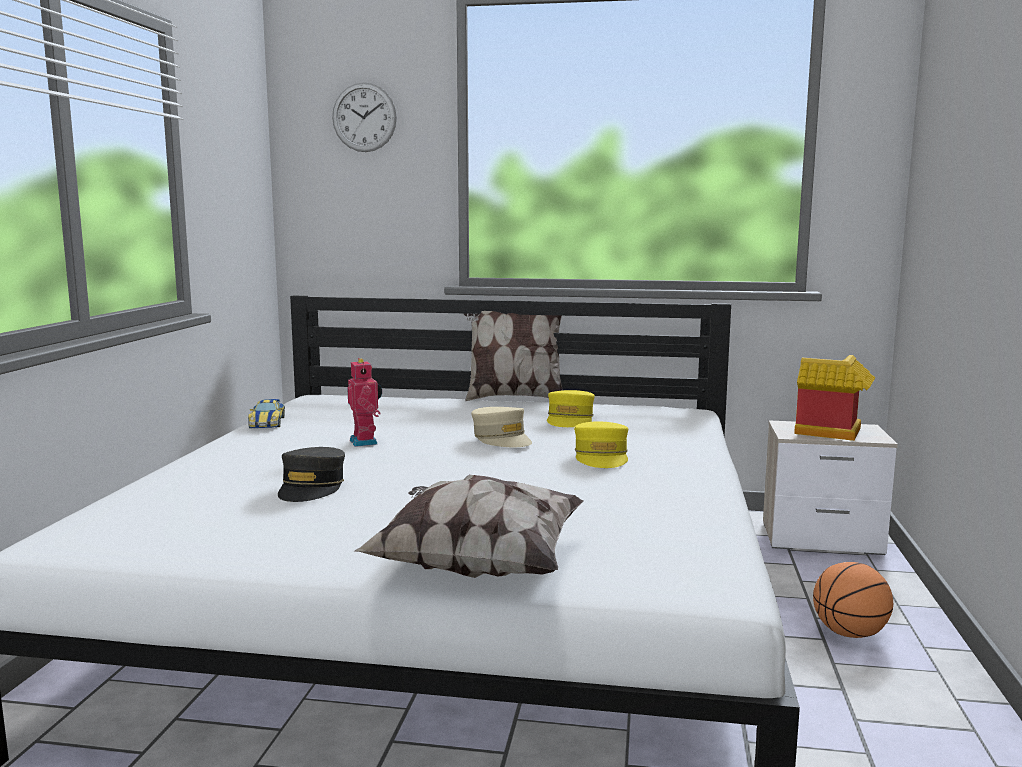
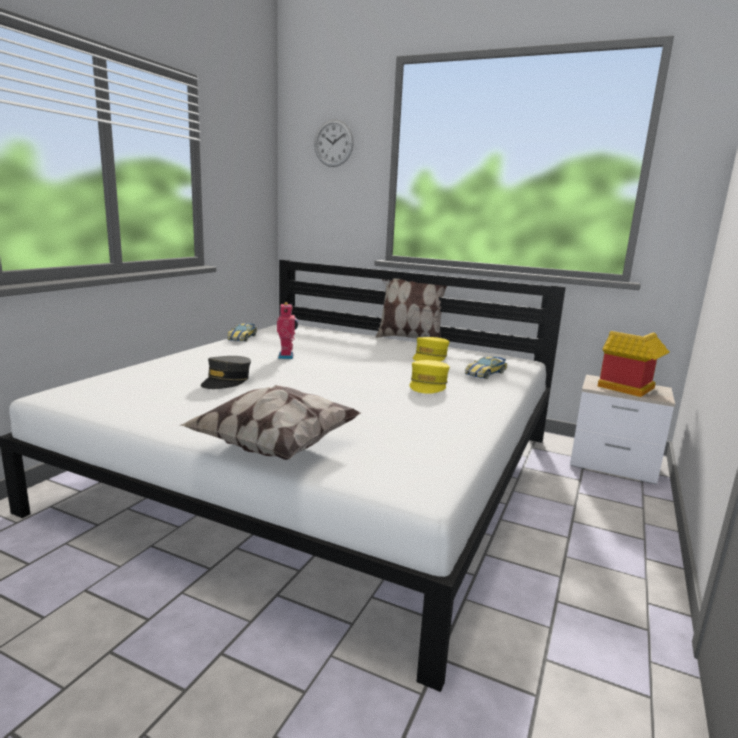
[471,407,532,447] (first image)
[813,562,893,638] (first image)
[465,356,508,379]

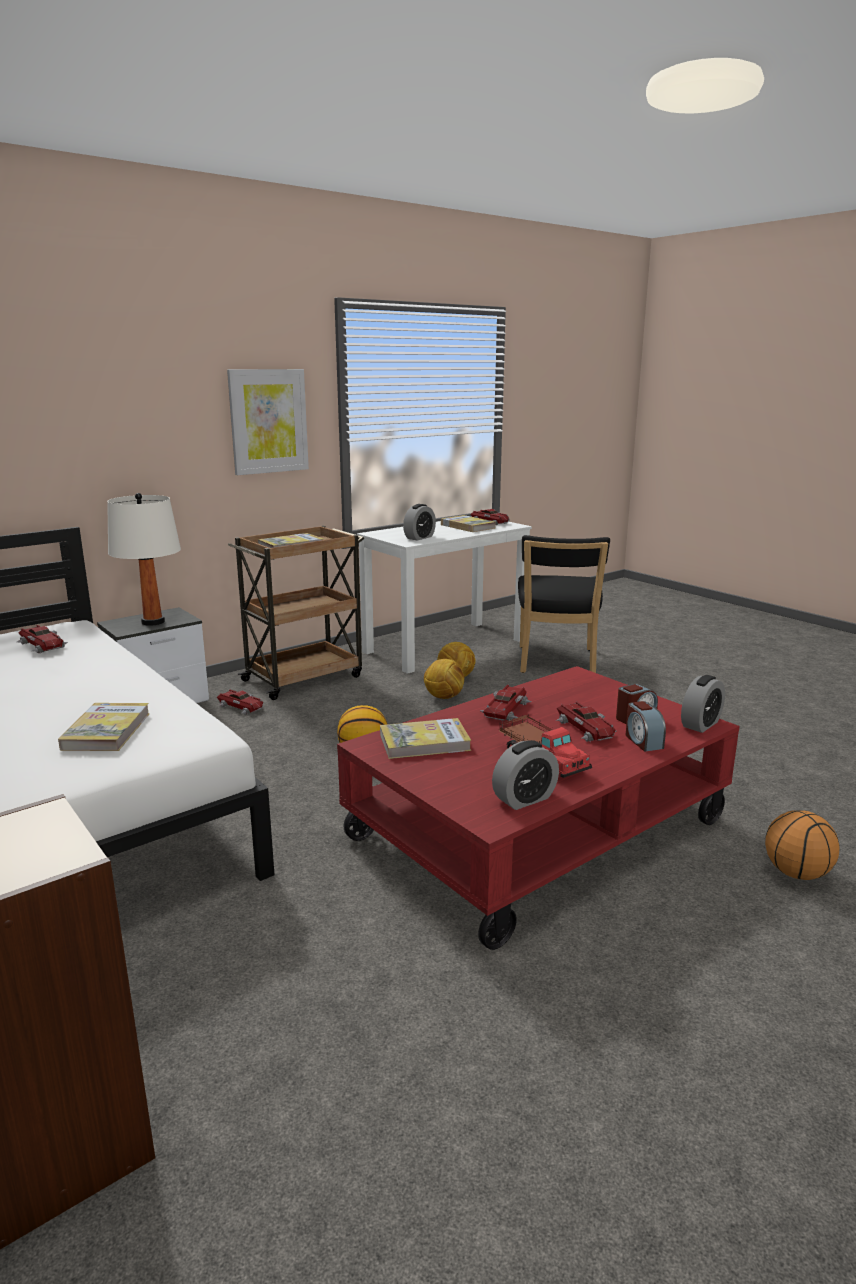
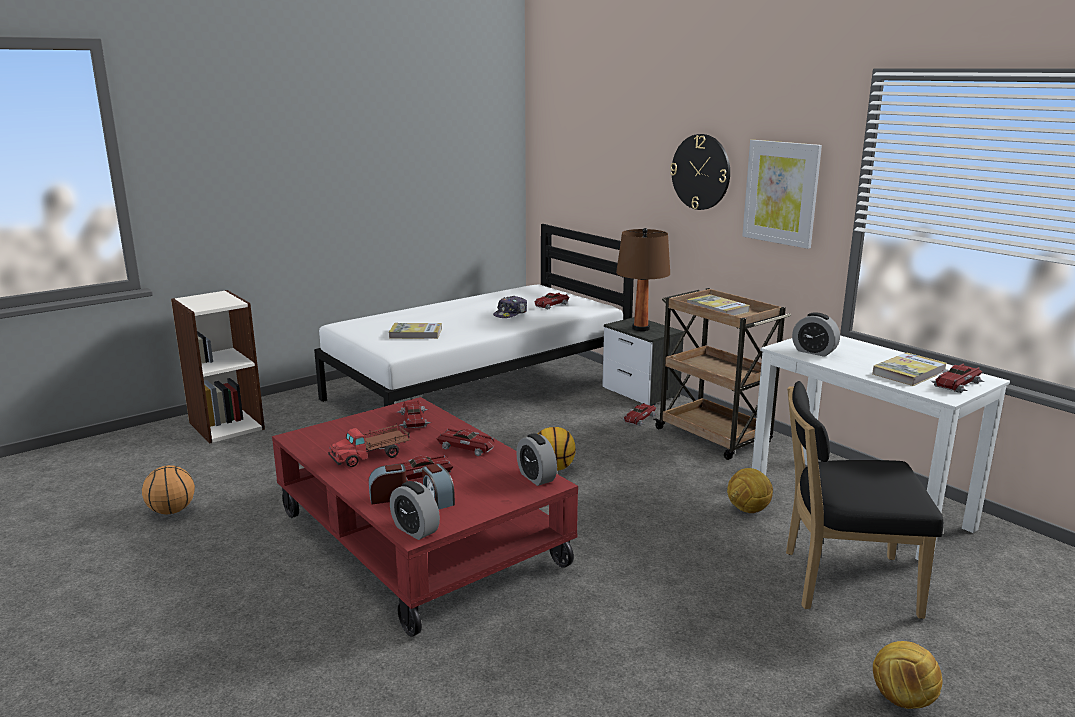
[616,228,670,331]
[873,641,943,709]
[398,400,431,429]
[516,433,557,486]
[142,465,195,514]
[670,134,730,210]
[493,296,527,318]

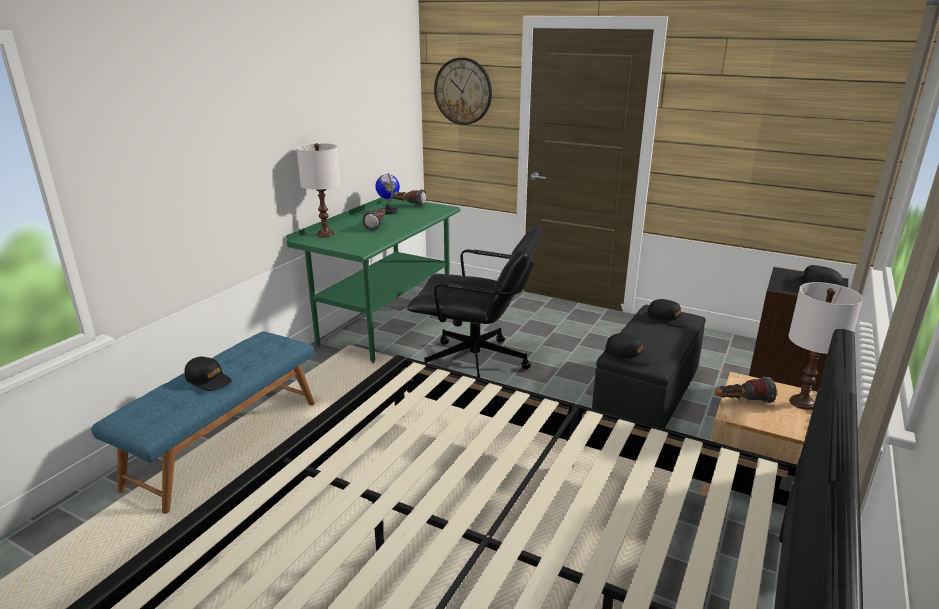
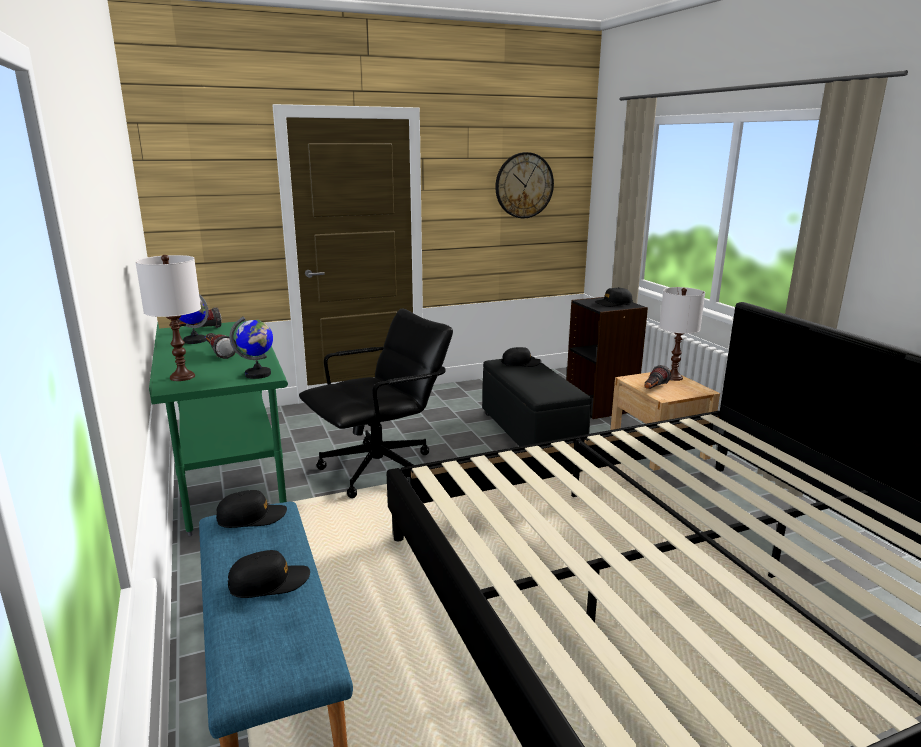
[495,152,554,218]
[216,490,287,528]
[229,316,273,379]

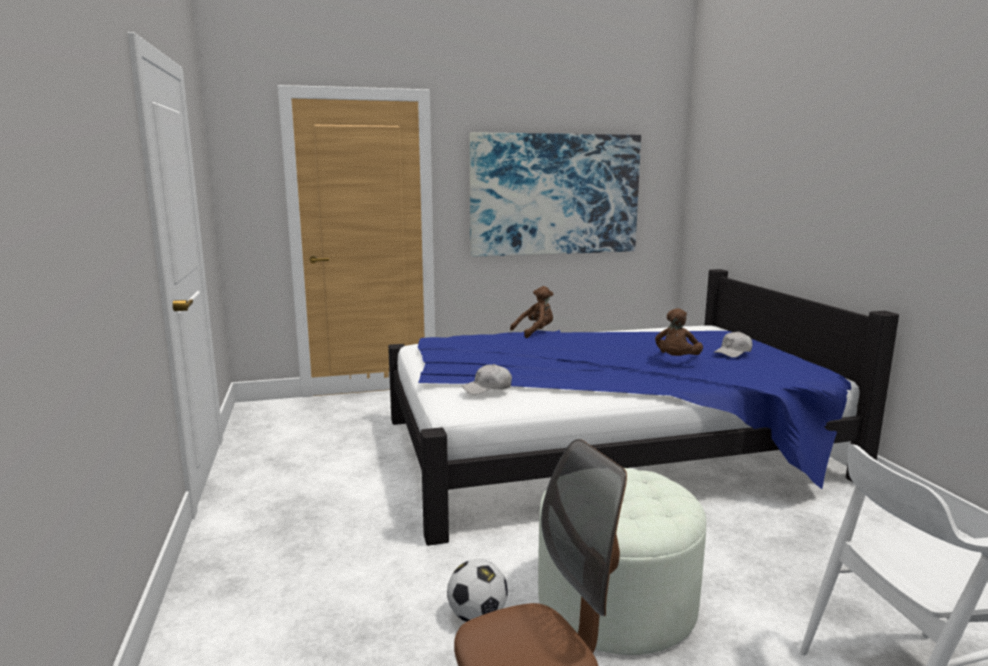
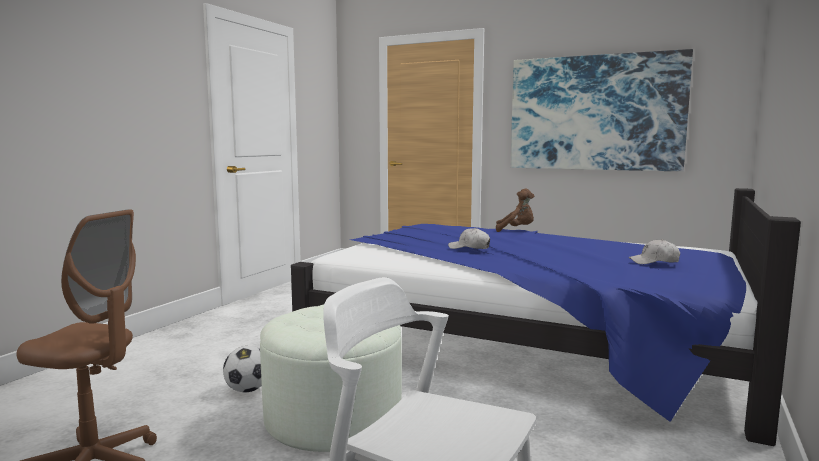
[655,308,703,356] (first image)
[448,228,490,249]

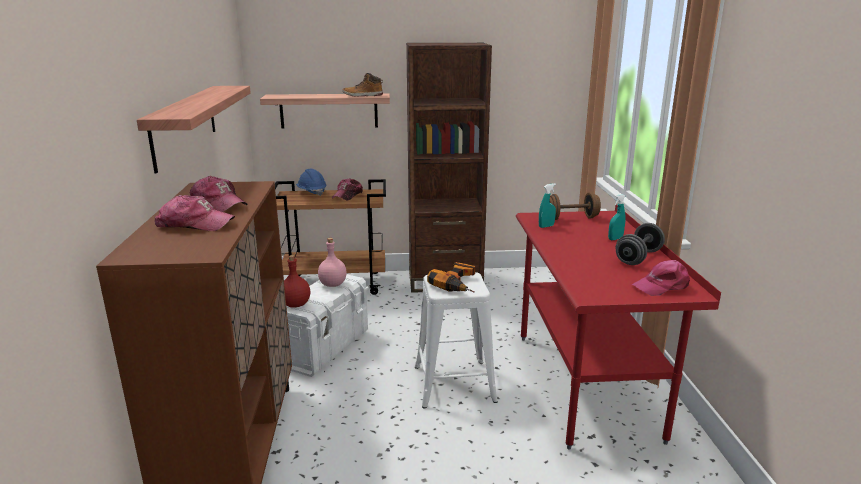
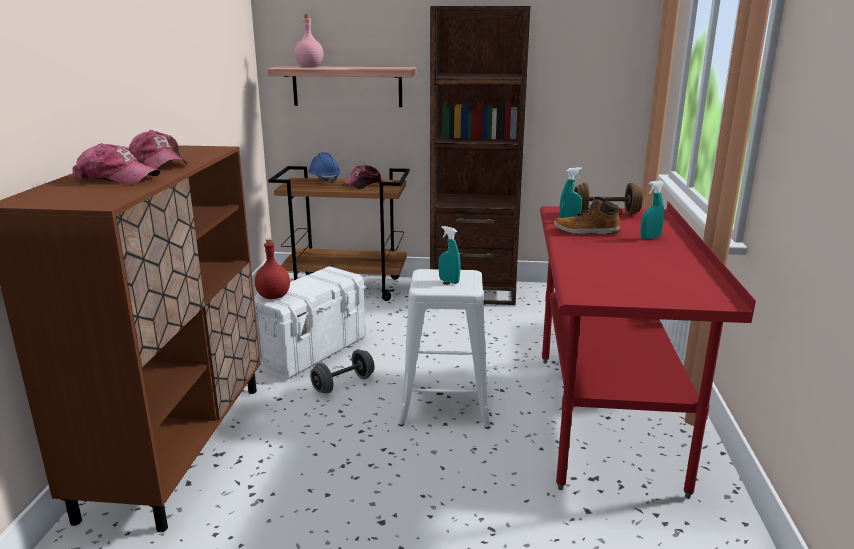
[554,197,622,235]
[137,86,251,174] (first image)
[310,349,374,394]
[295,15,323,67]
[632,260,690,296] (first image)
[439,226,461,284]

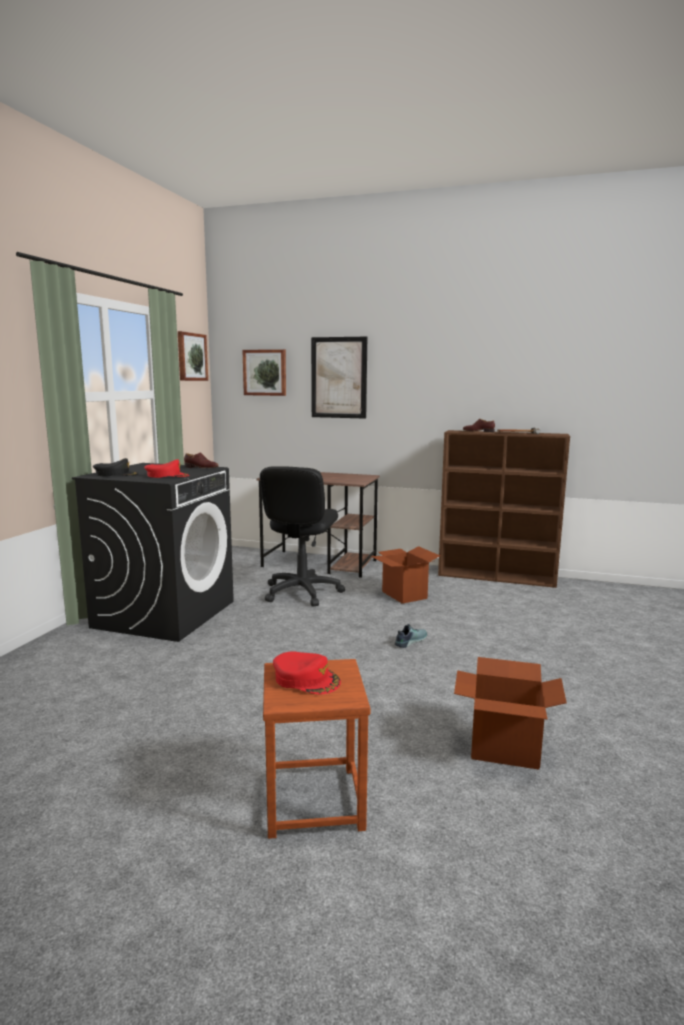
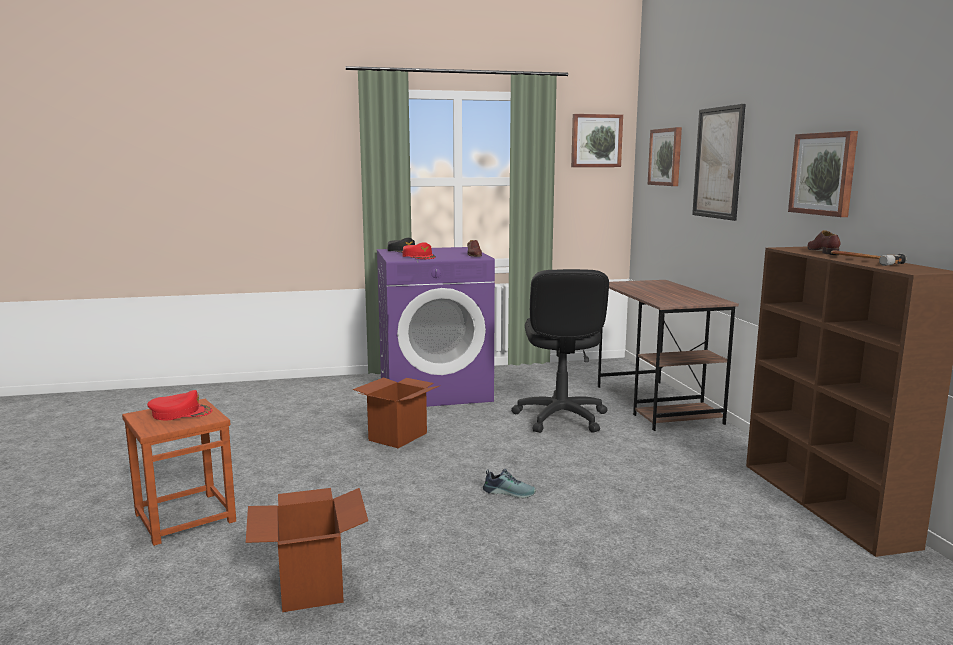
[377,247,495,407]
[511,269,609,433]
[353,377,439,448]
[147,390,213,421]
[788,131,858,217]

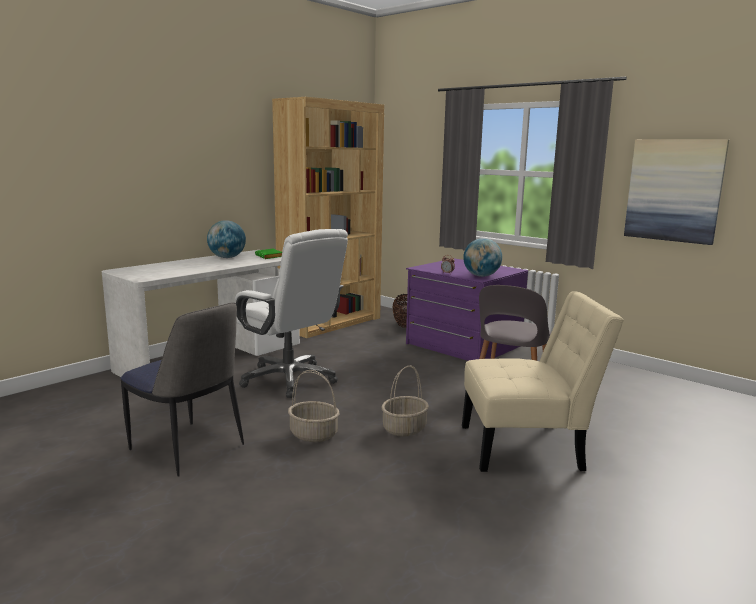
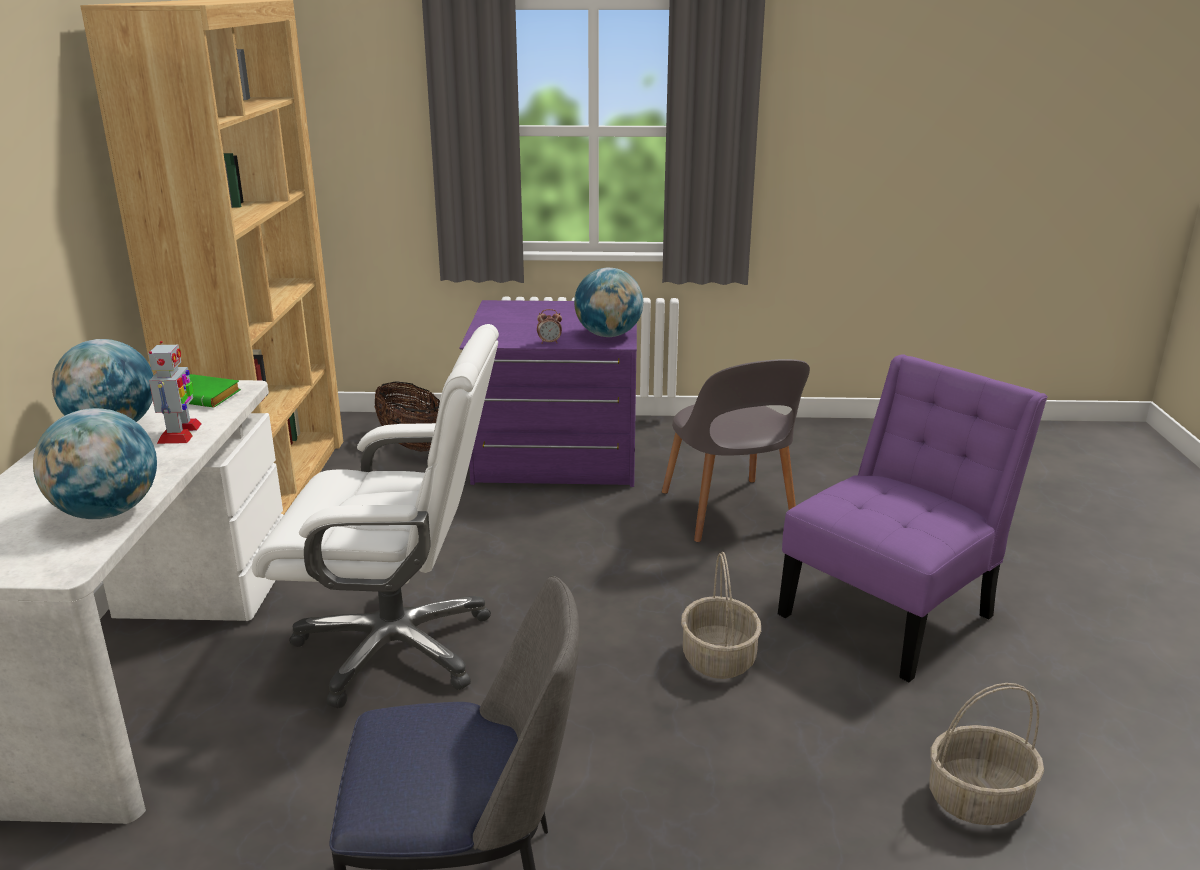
[624,139,729,245] (first image)
[778,354,1048,682]
[930,683,1044,825]
[148,341,202,444]
[33,408,157,519]

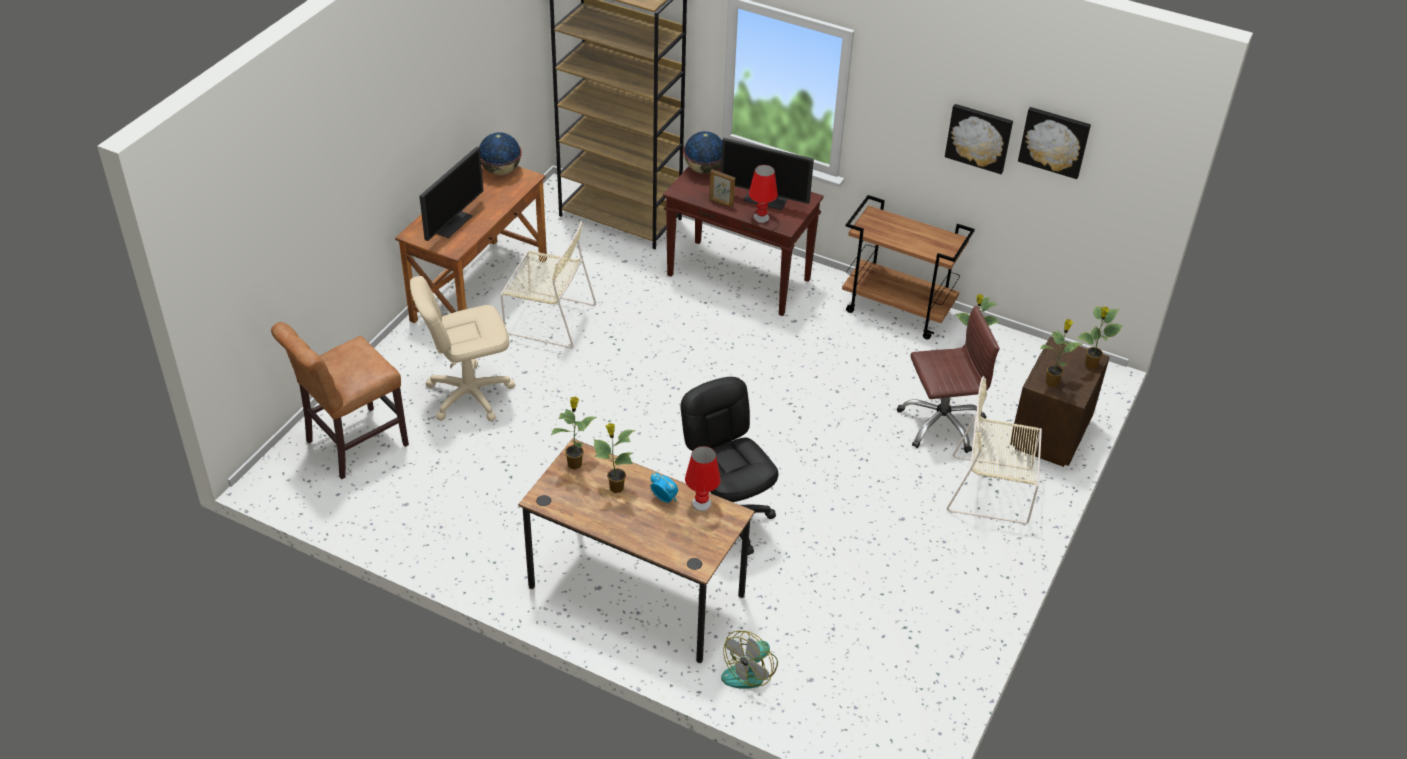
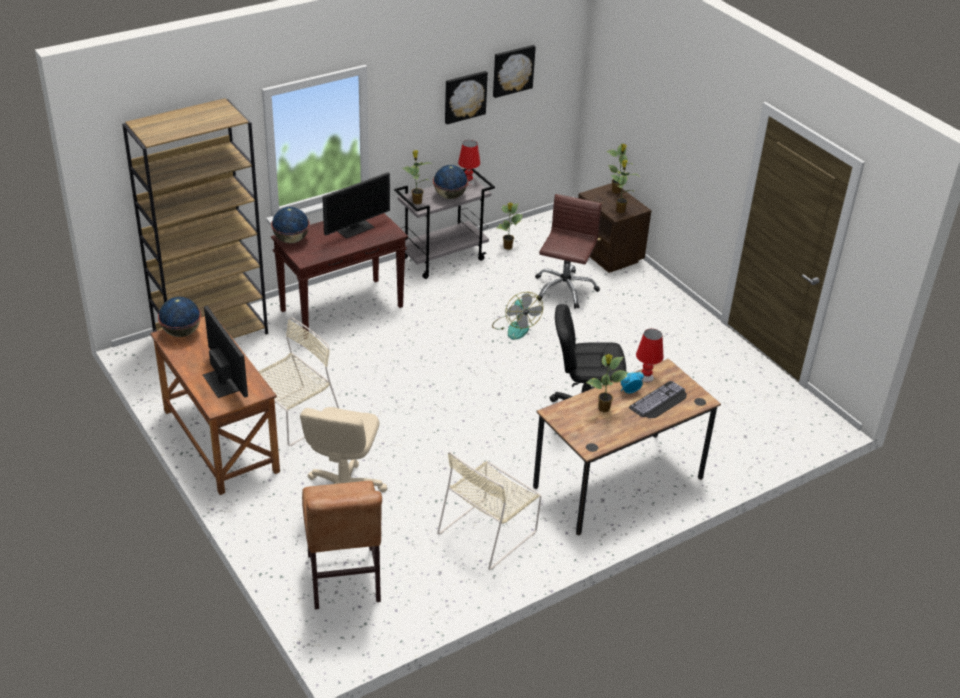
[458,140,480,186]
[709,169,735,208] (first image)
[394,169,495,279]
[437,452,541,570]
[403,150,432,204]
[492,292,543,340]
[433,165,468,199]
[629,381,687,418]

